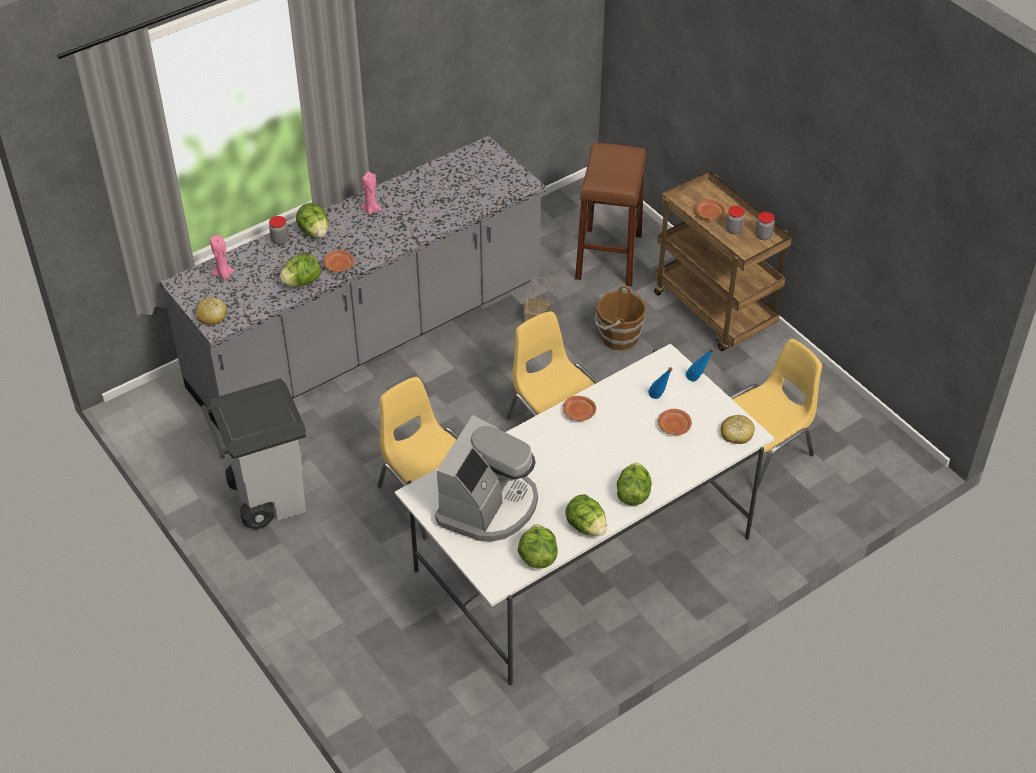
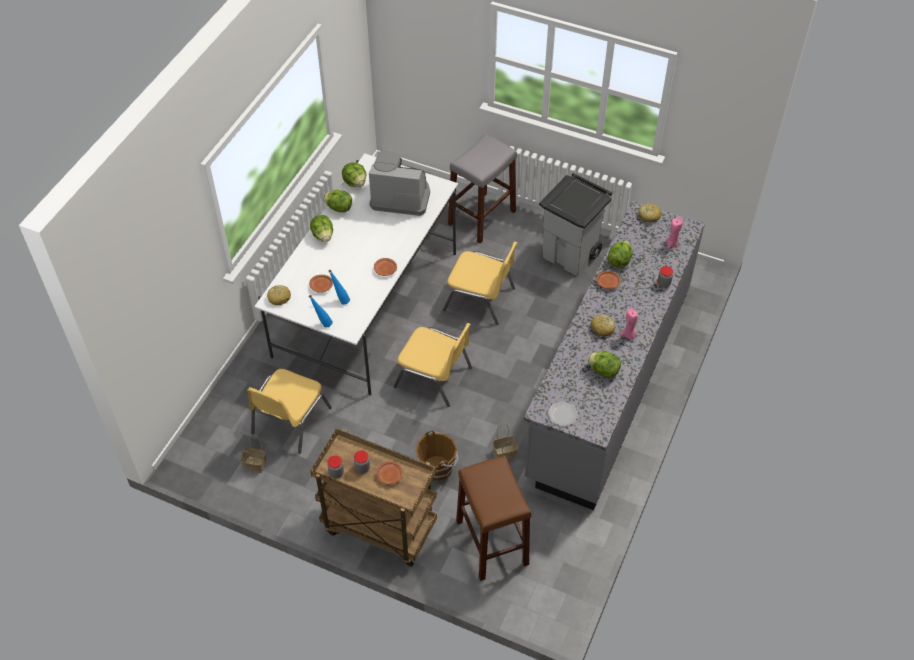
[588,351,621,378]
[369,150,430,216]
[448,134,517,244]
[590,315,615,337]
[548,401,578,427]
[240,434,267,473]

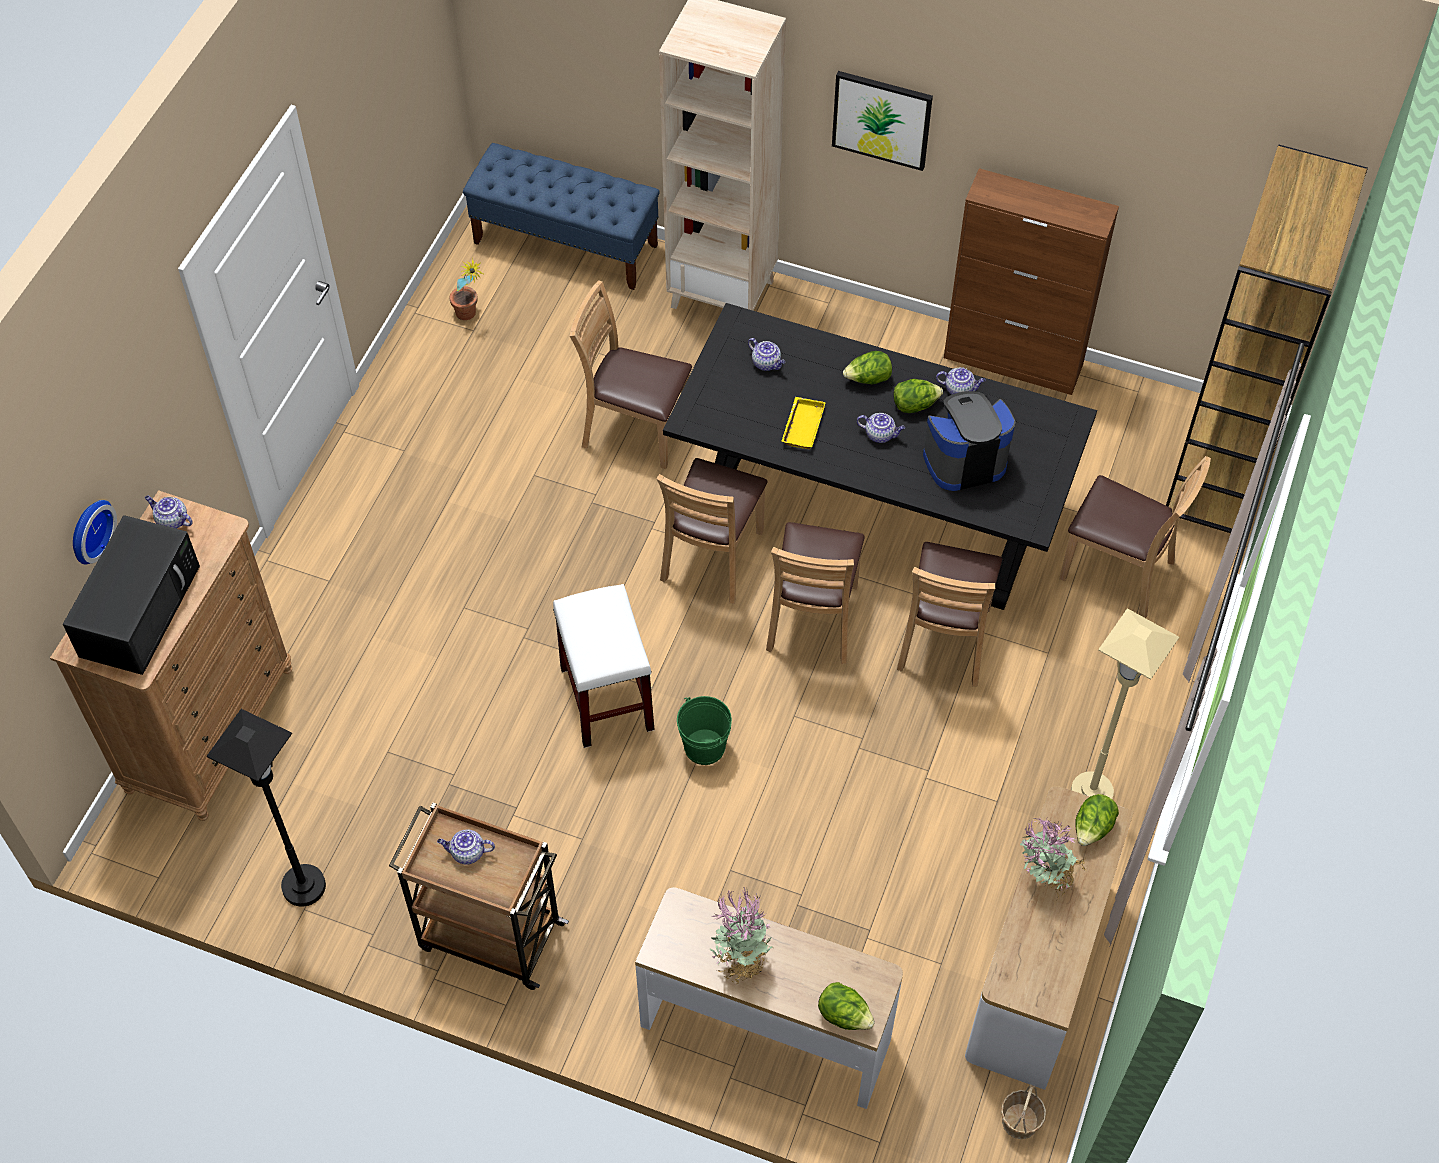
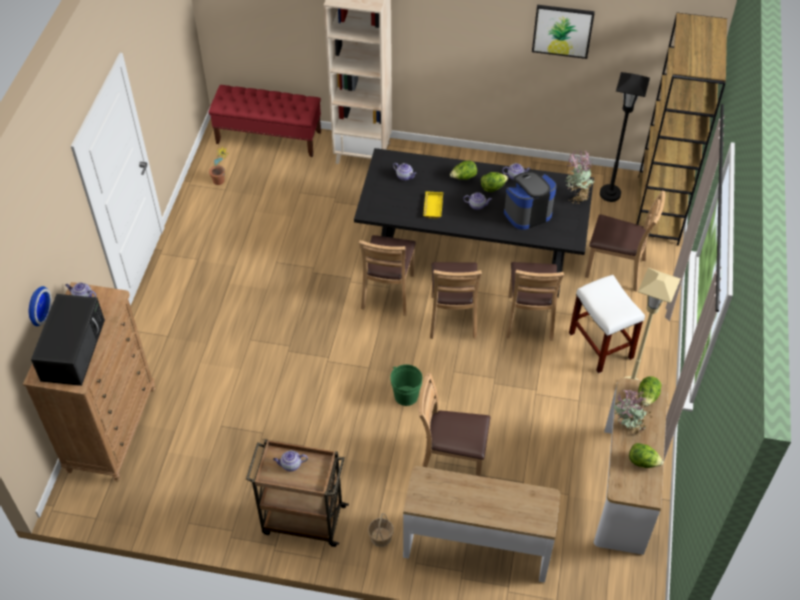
[532,5,595,59]
[209,85,321,157]
[944,168,1119,395] (first image)
[419,373,490,476]
[569,275,645,374]
[600,72,650,202]
[565,150,595,204]
[629,443,663,468]
[368,513,394,547]

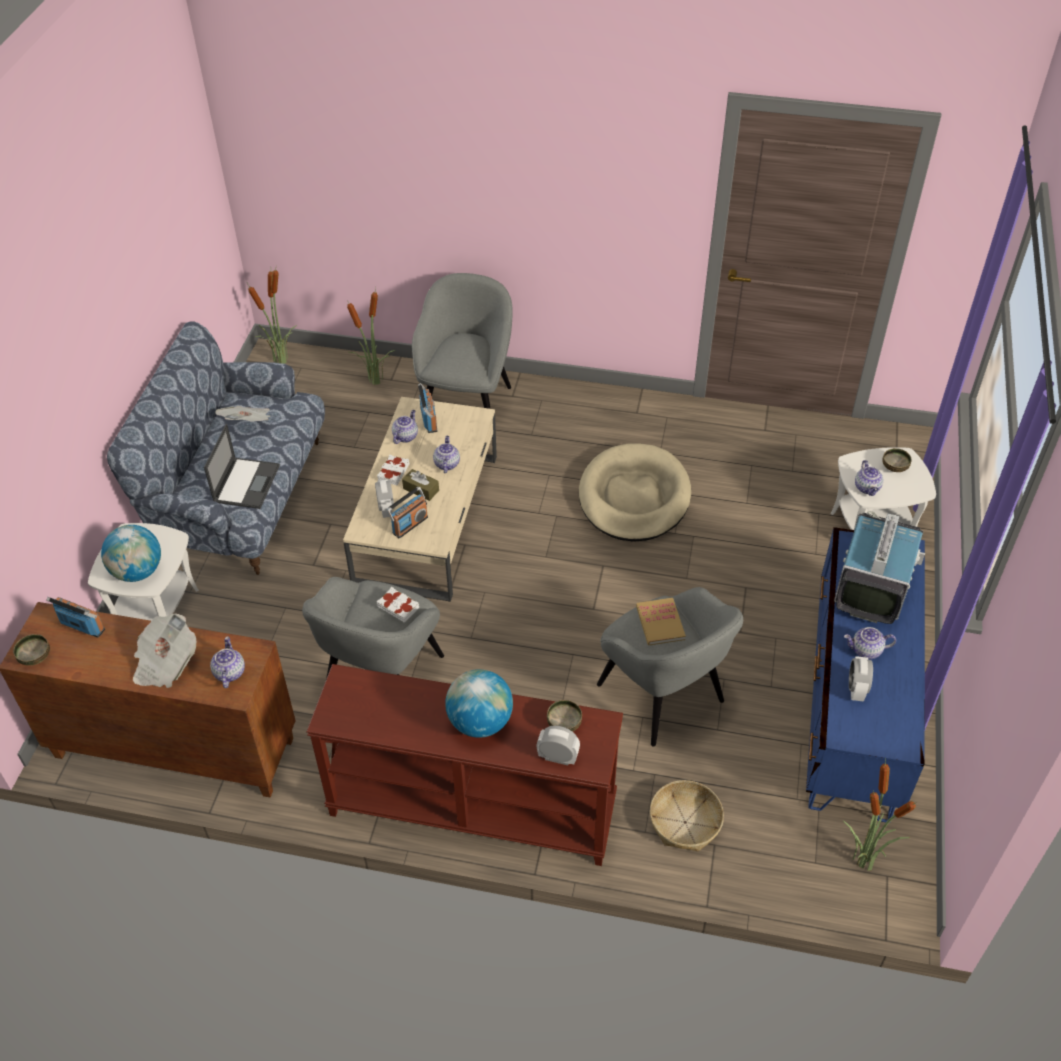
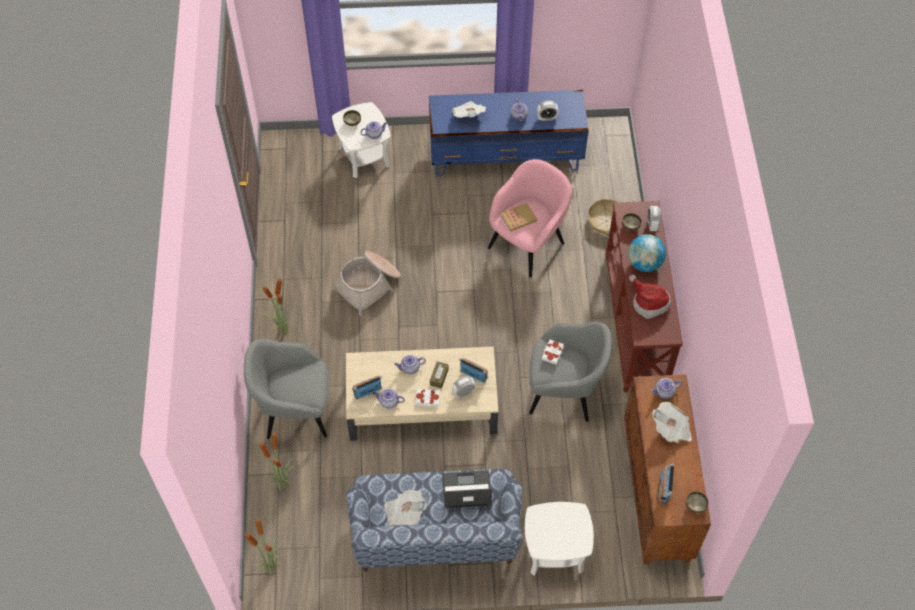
[332,251,401,316]
[452,101,486,118]
[101,525,161,582] (first image)
[488,159,572,278]
[261,275,293,336]
[629,275,671,319]

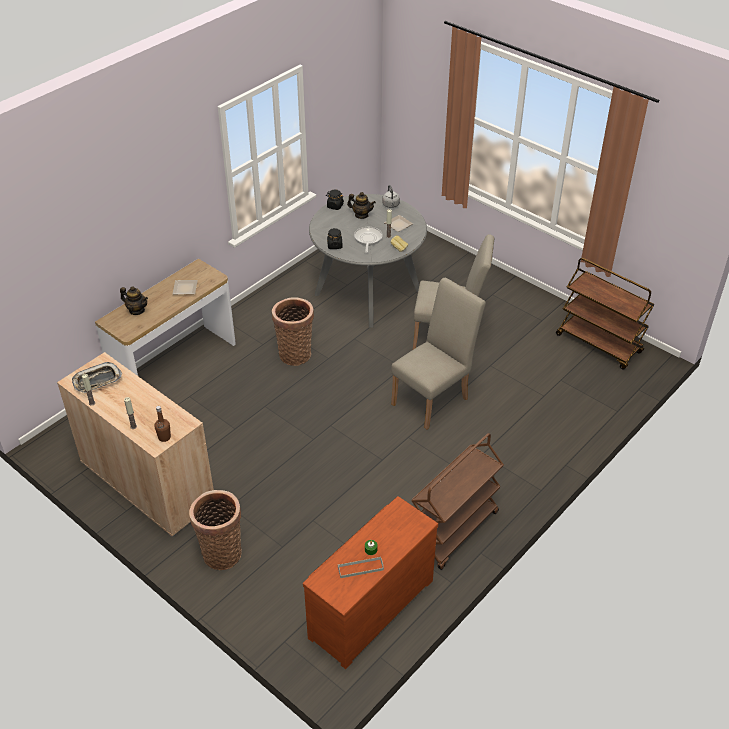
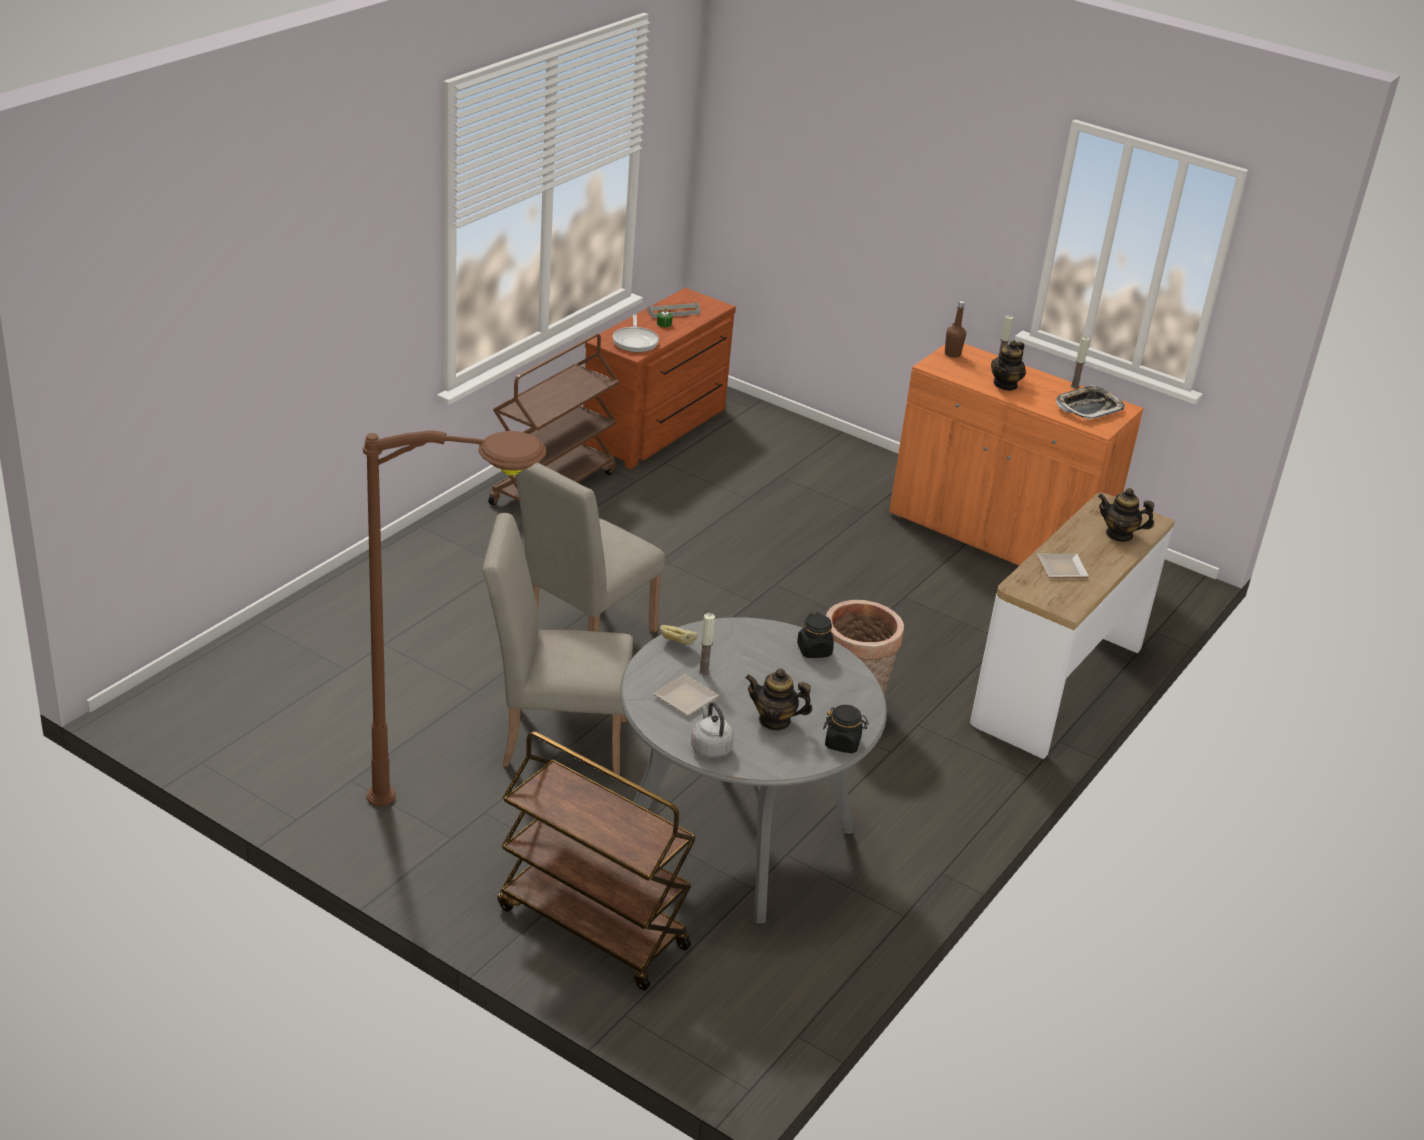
[613,314,659,352]
[498,731,696,990]
[889,344,1144,566]
[189,490,242,570] (first image)
[991,340,1026,391]
[363,431,546,806]

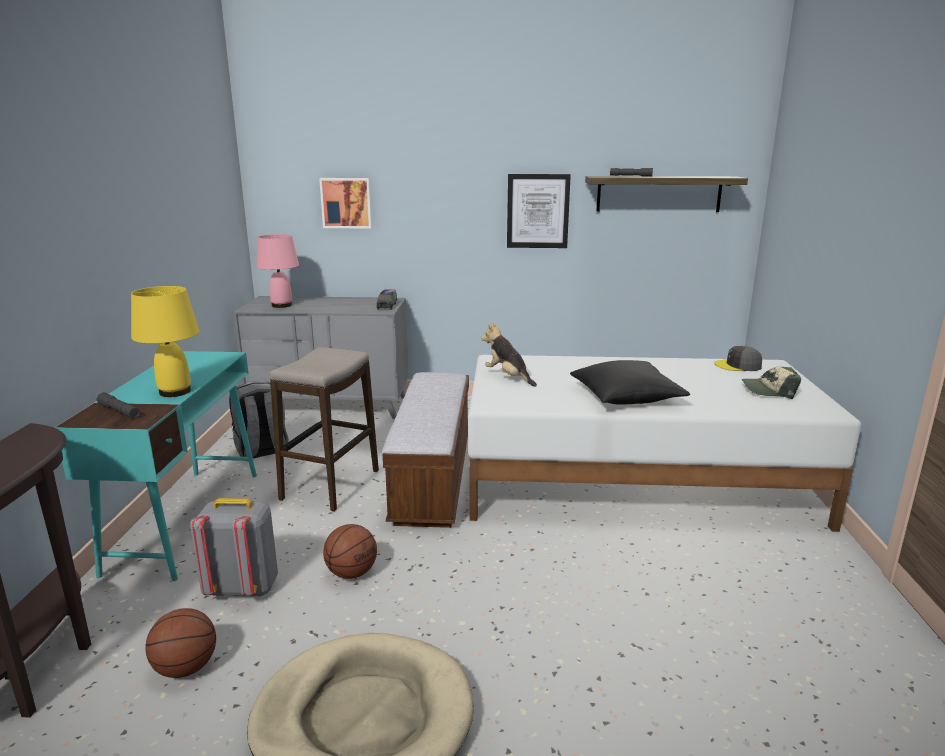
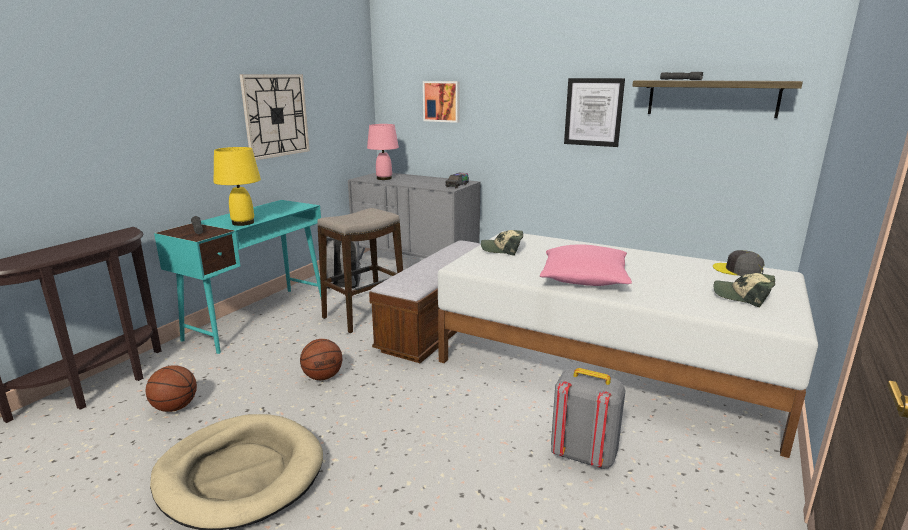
[481,230,523,256]
[540,245,632,286]
[551,368,626,469]
[239,74,310,160]

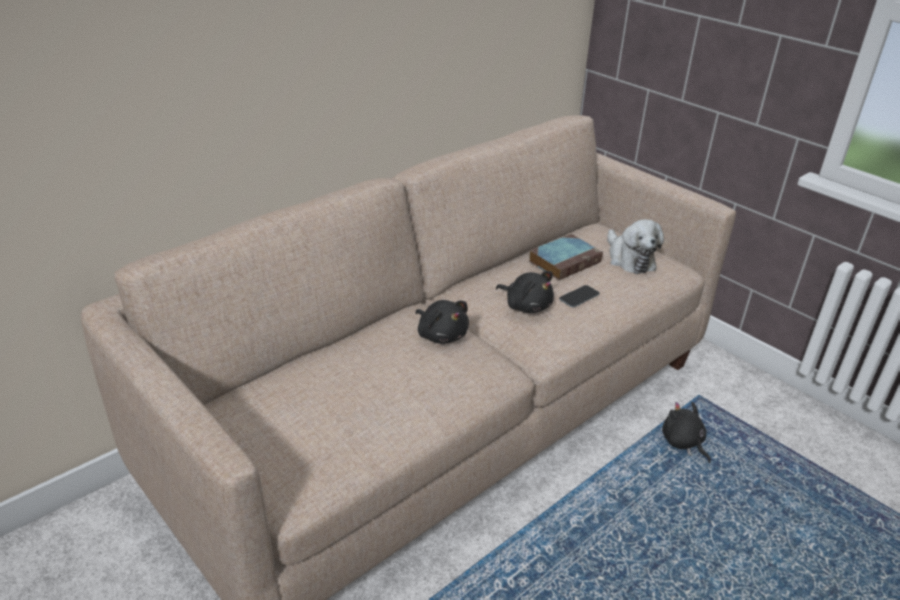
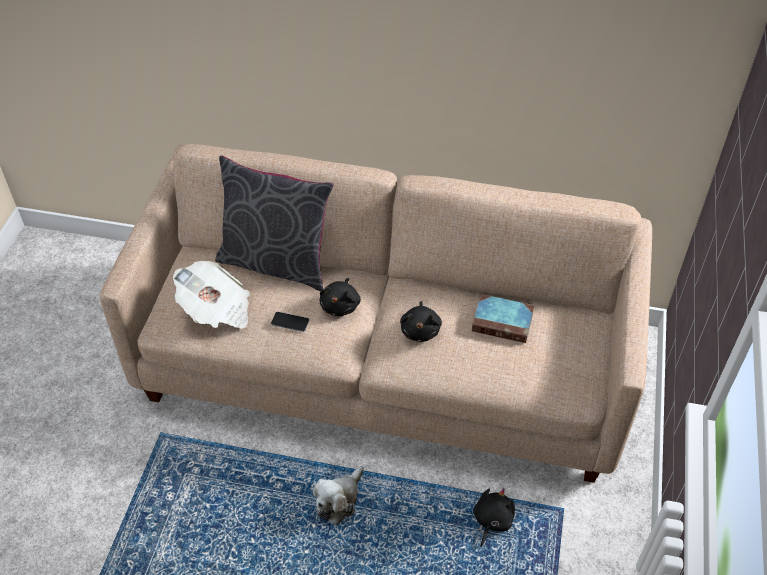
[313,466,364,525]
[271,312,309,332]
[215,155,334,291]
[173,261,250,329]

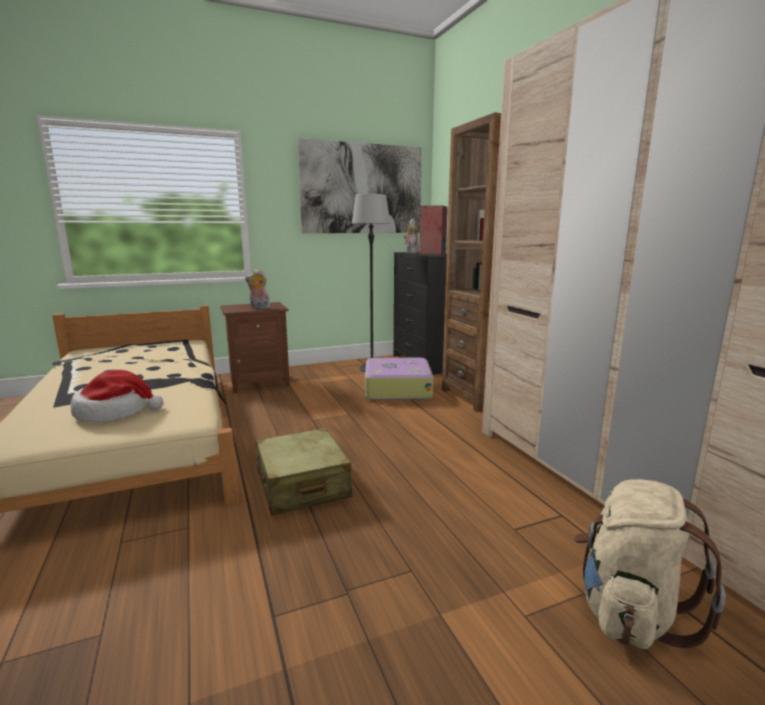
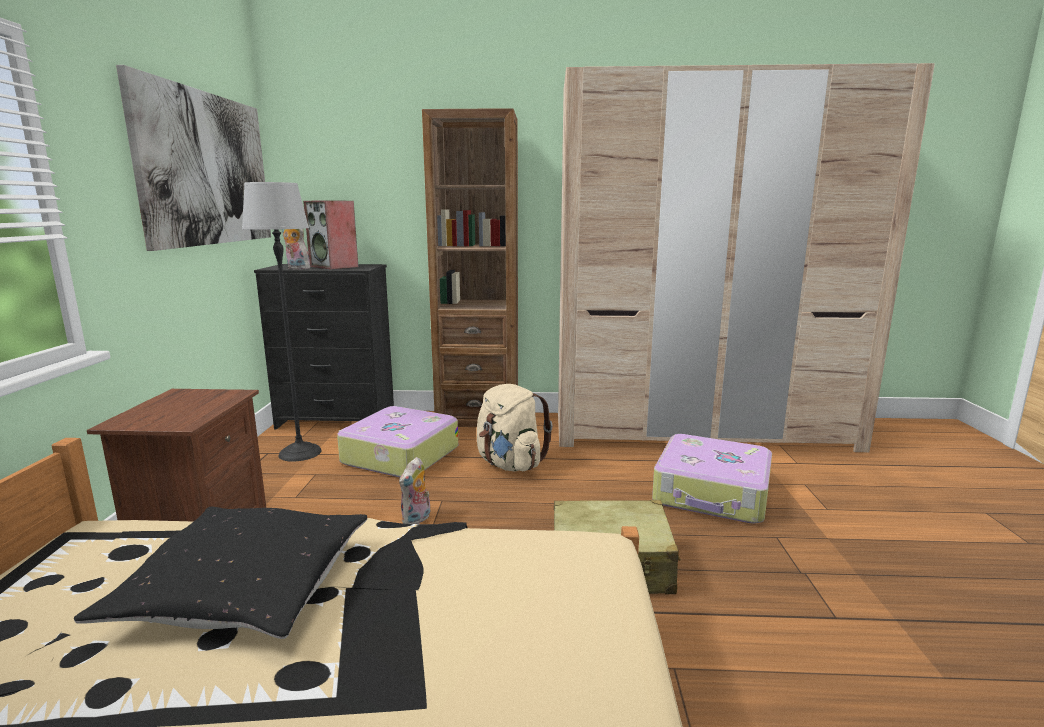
[399,457,430,524]
[71,370,163,422] (first image)
[477,384,553,471]
[652,434,772,524]
[74,507,367,639]

